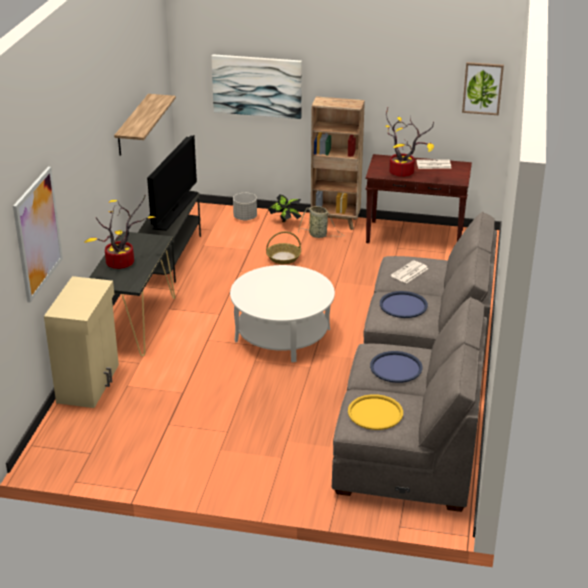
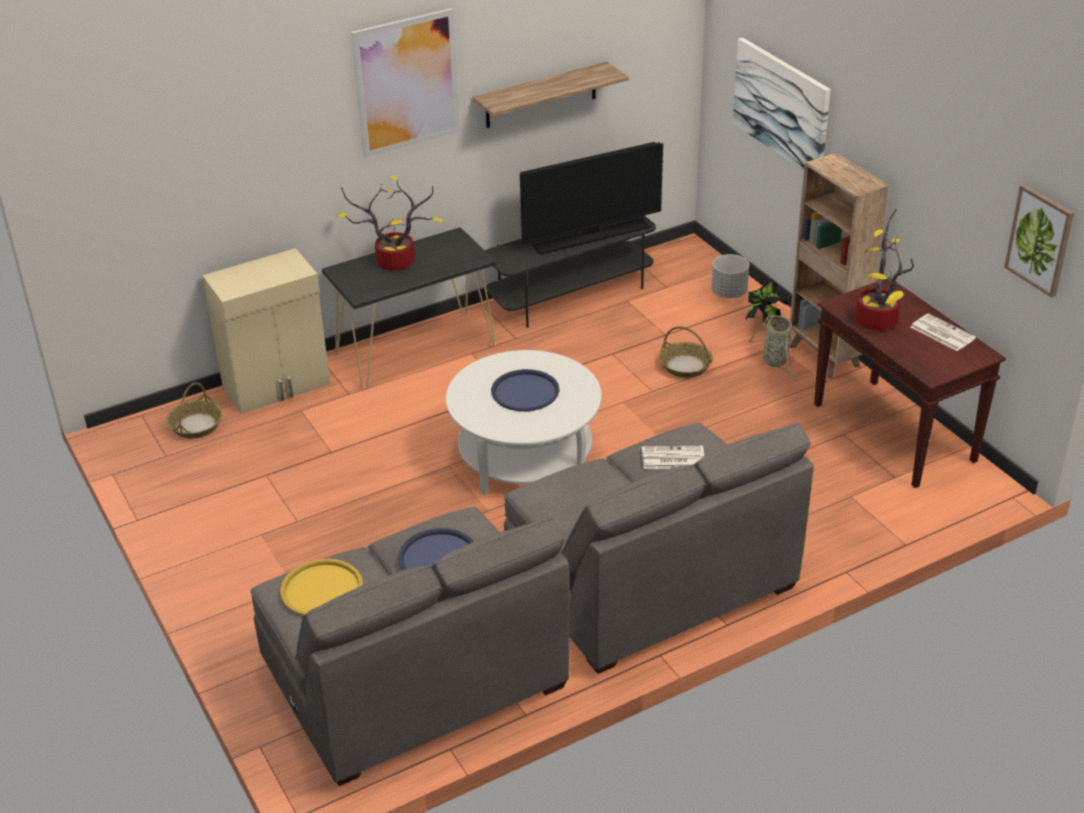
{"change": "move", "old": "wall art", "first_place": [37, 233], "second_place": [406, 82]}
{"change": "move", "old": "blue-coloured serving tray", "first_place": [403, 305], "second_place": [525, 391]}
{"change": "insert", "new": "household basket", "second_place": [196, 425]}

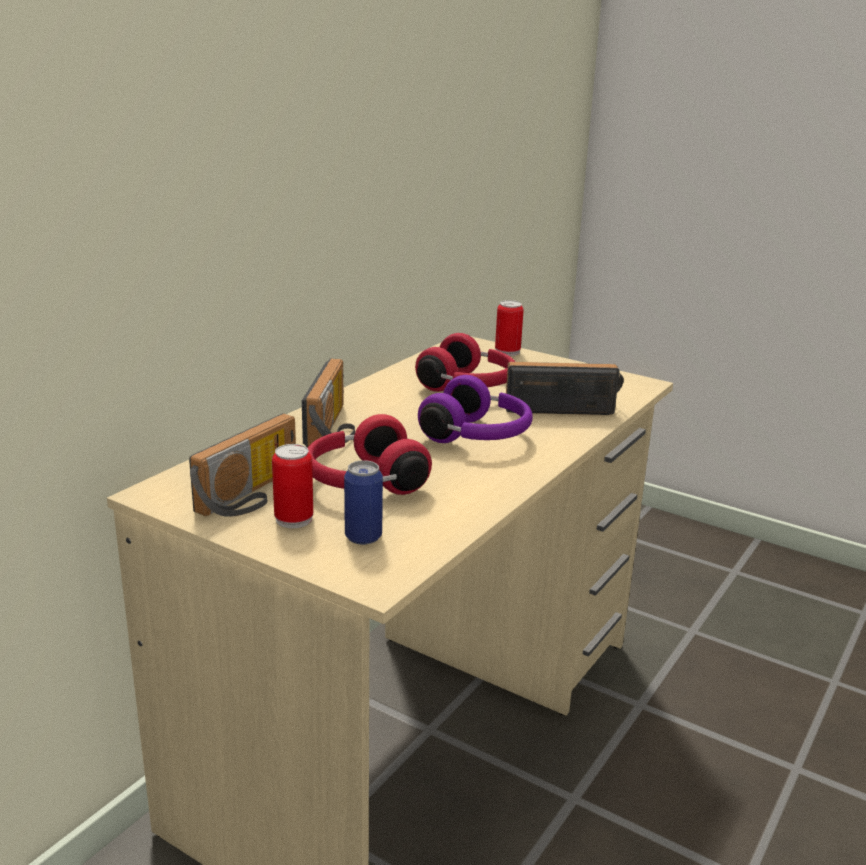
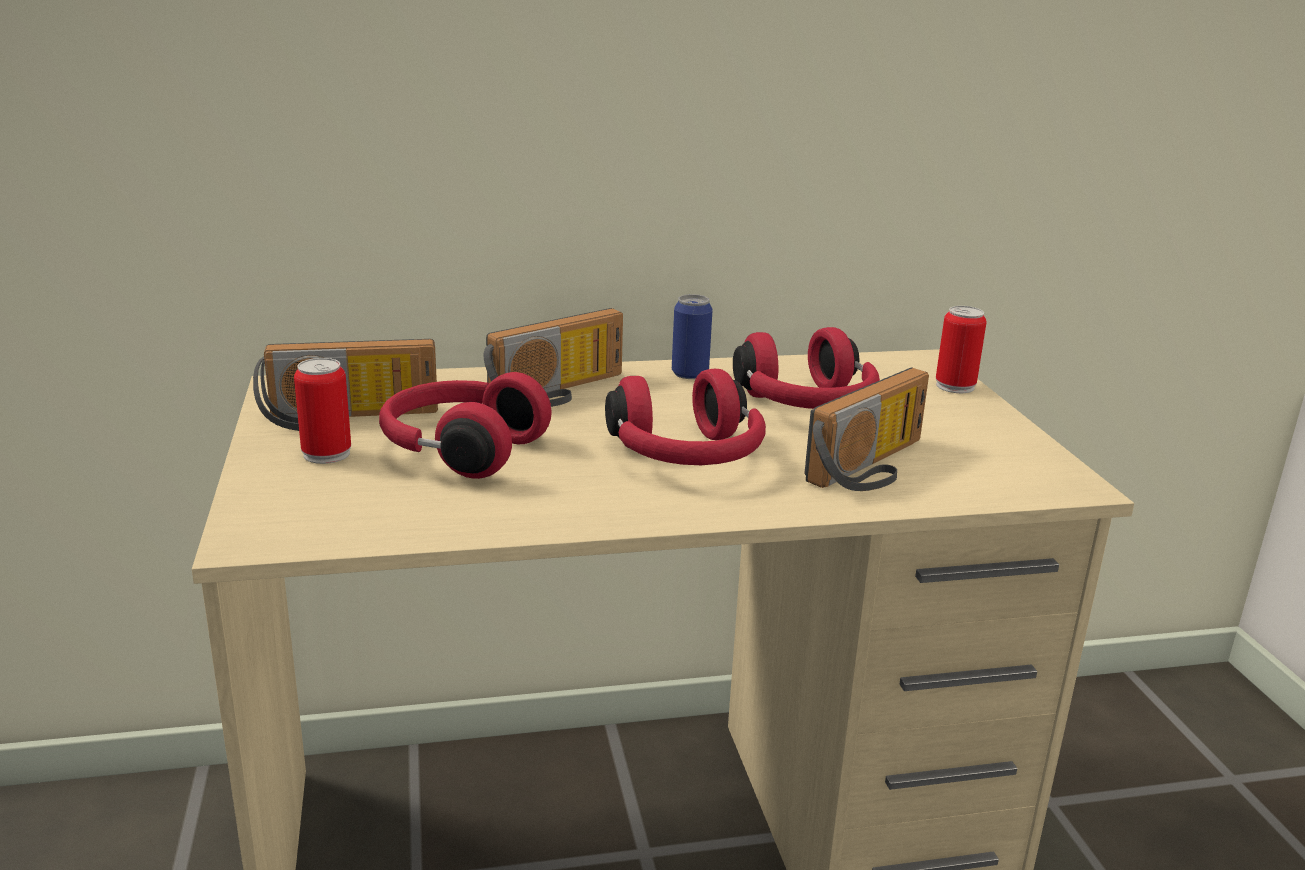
{"change": "rotate", "old": "radio receiver", "first_place": [562, 407], "second_place": [875, 468], "degrees": 90}
{"change": "recolor", "old": "purple-coloured pair of headphones", "new": "reddish pair of headphones", "first_place": [478, 436], "second_place": [687, 457]}
{"change": "move", "old": "can", "first_place": [363, 537], "second_place": [690, 374]}

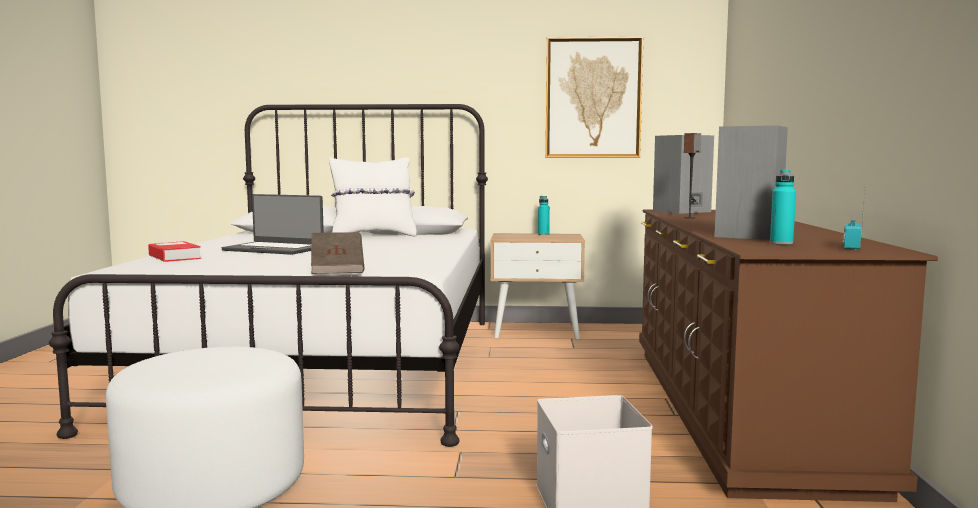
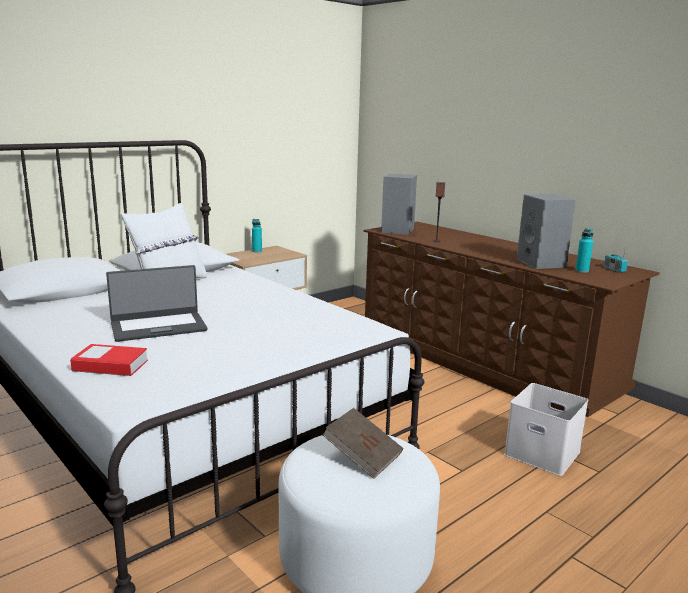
{"change": "delete", "old": "wall art", "first_place": [593, 98]}
{"change": "move", "old": "brown-coloured book", "first_place": [337, 269], "second_place": [363, 457]}

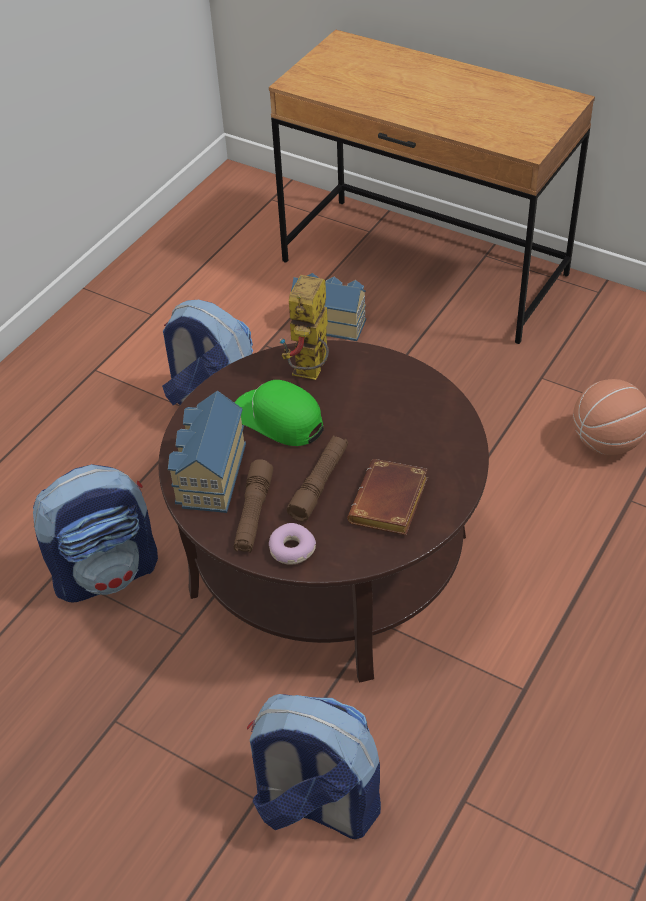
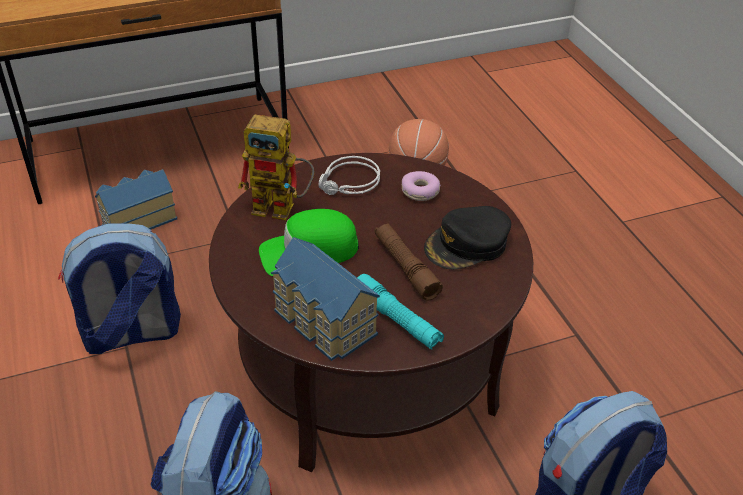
{"change": "rotate", "old": "model robot", "first_place": [311, 373], "second_place": [282, 208], "degrees": -45}
{"change": "recolor", "old": "brown-coloured torch", "new": "turquoise torch", "first_place": [253, 514], "second_place": [396, 320]}
{"change": "replace", "old": "brown-coloured book", "new": "black peaked cap", "first_place": [390, 504], "second_place": [467, 244]}
{"change": "move", "old": "doughnut", "first_place": [291, 549], "second_place": [420, 191]}
{"change": "insert", "new": "greyish pair of headphones", "second_place": [349, 183]}

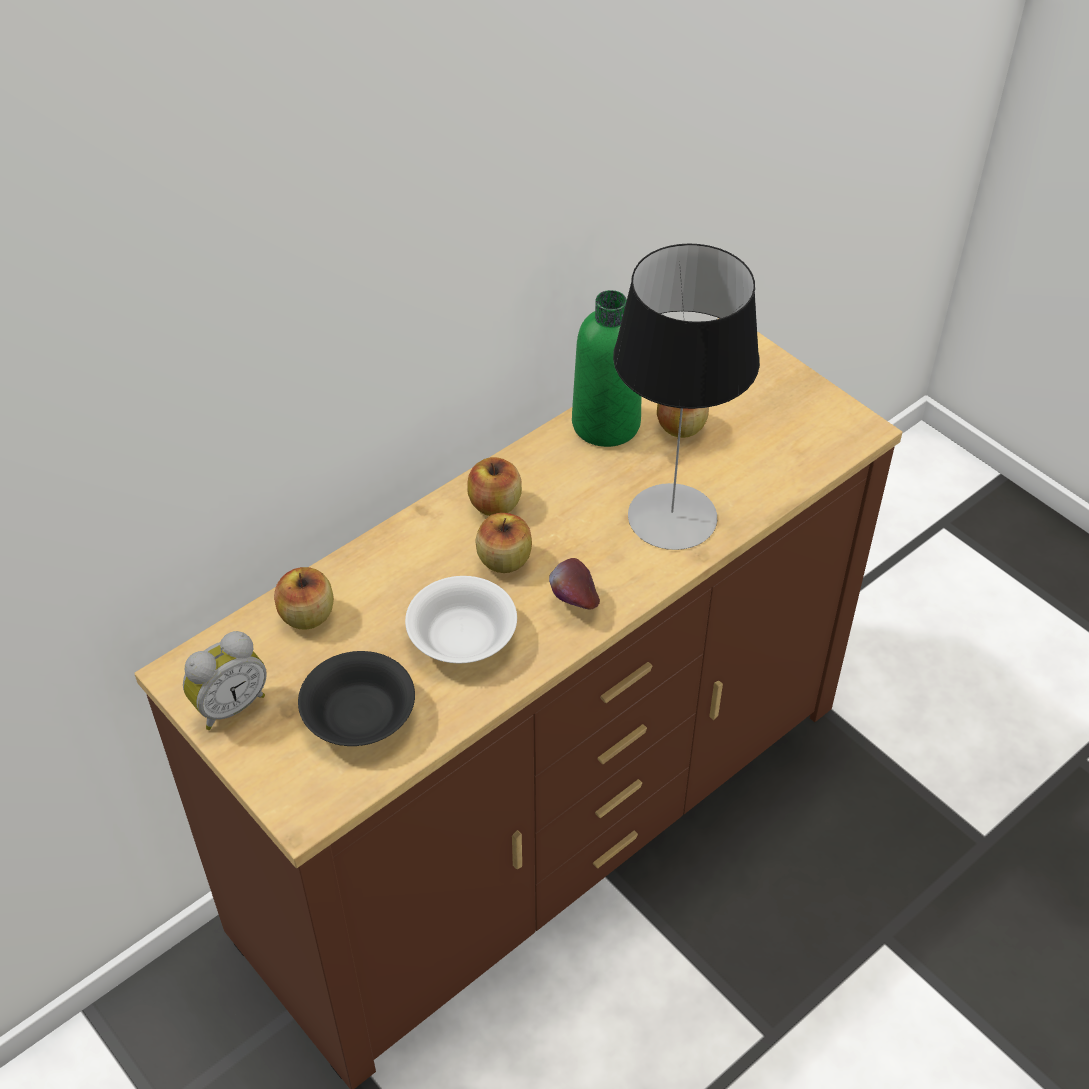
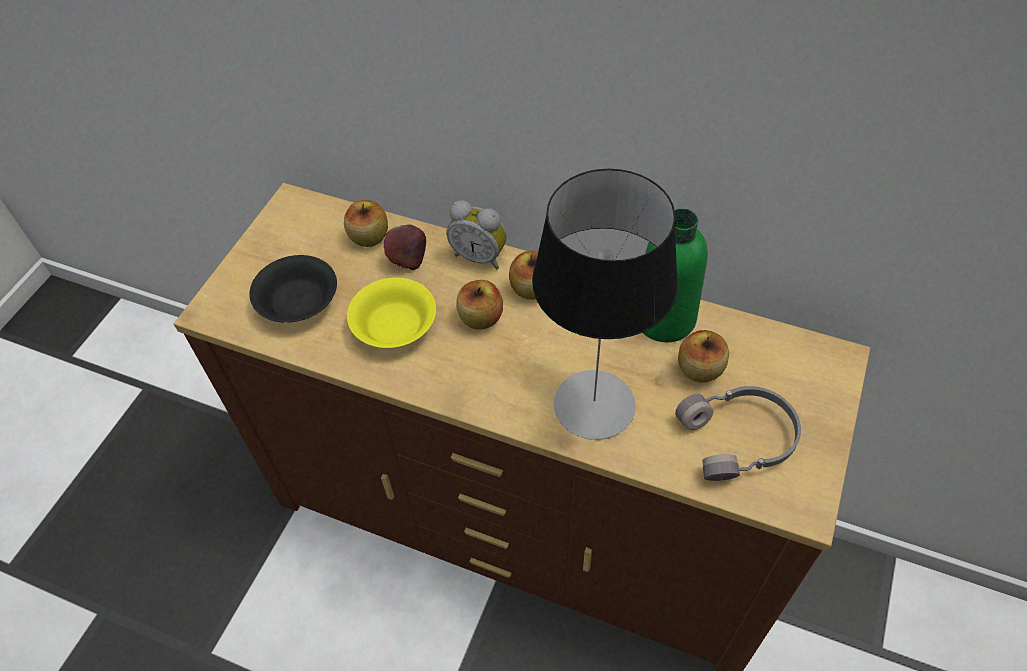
{"change": "move", "old": "apple fruit", "first_place": [574, 603], "second_place": [408, 258]}
{"change": "recolor", "old": "white serving bowl", "new": "yellow serving bowl", "first_place": [461, 638], "second_place": [393, 326]}
{"change": "move", "old": "bedside clock", "first_place": [229, 705], "second_place": [480, 256]}
{"change": "insert", "new": "greyish pair of headphones", "second_place": [740, 439]}

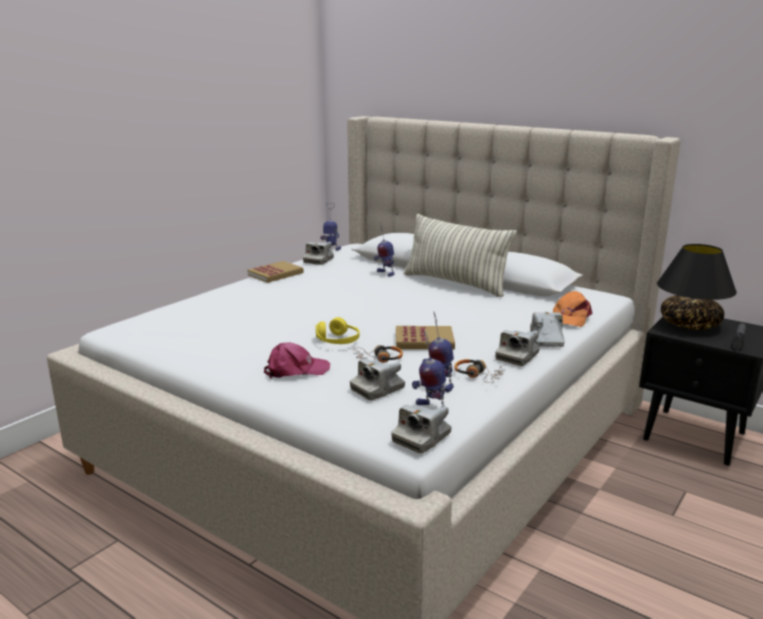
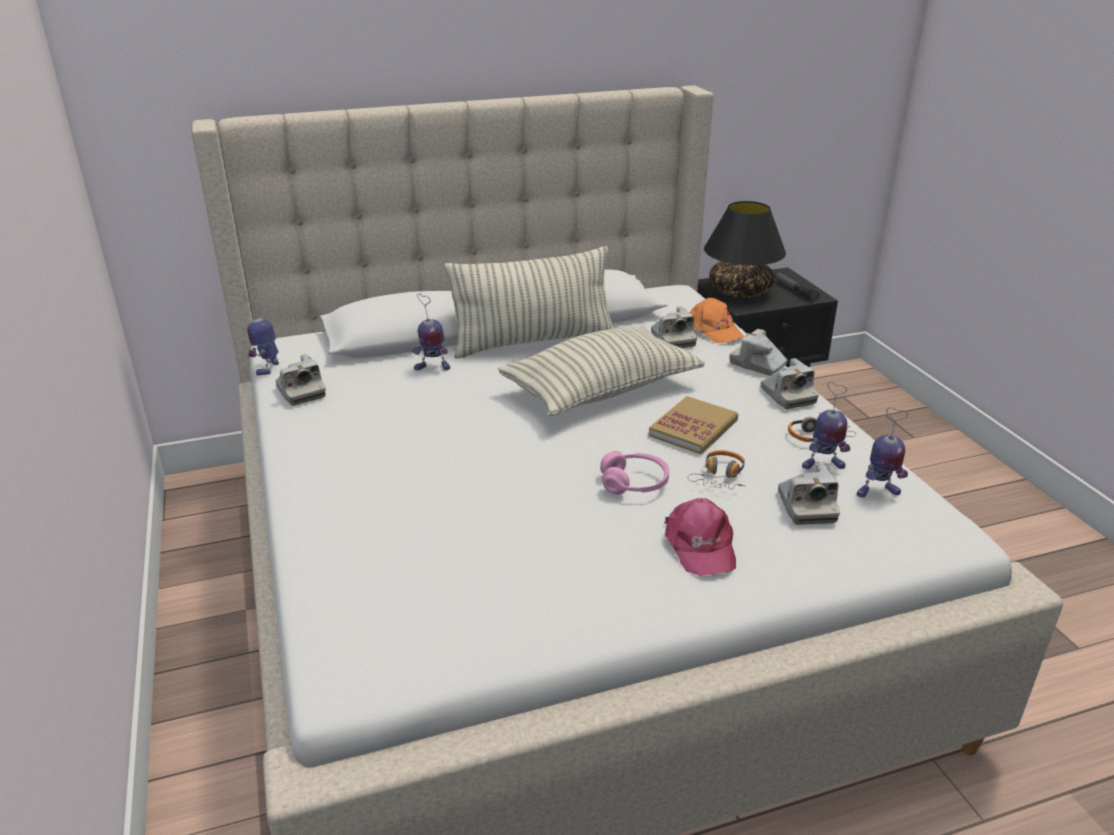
{"change": "delete", "old": "book", "first_place": [275, 274]}
{"change": "recolor", "old": "yellow pair of headphones", "new": "pink pair of headphones", "first_place": [337, 341], "second_place": [634, 483]}
{"change": "rotate", "old": "pink peaked cap", "first_place": [296, 370], "second_place": [700, 545], "degrees": 150}
{"change": "move", "old": "photo camera", "first_place": [422, 438], "second_place": [672, 340]}
{"change": "insert", "new": "throw pillow", "second_place": [601, 391]}

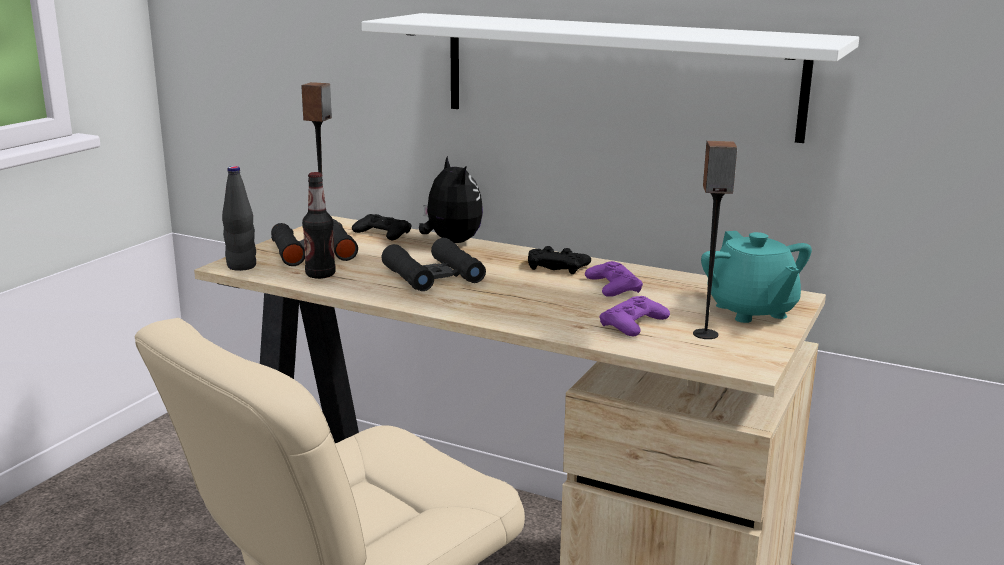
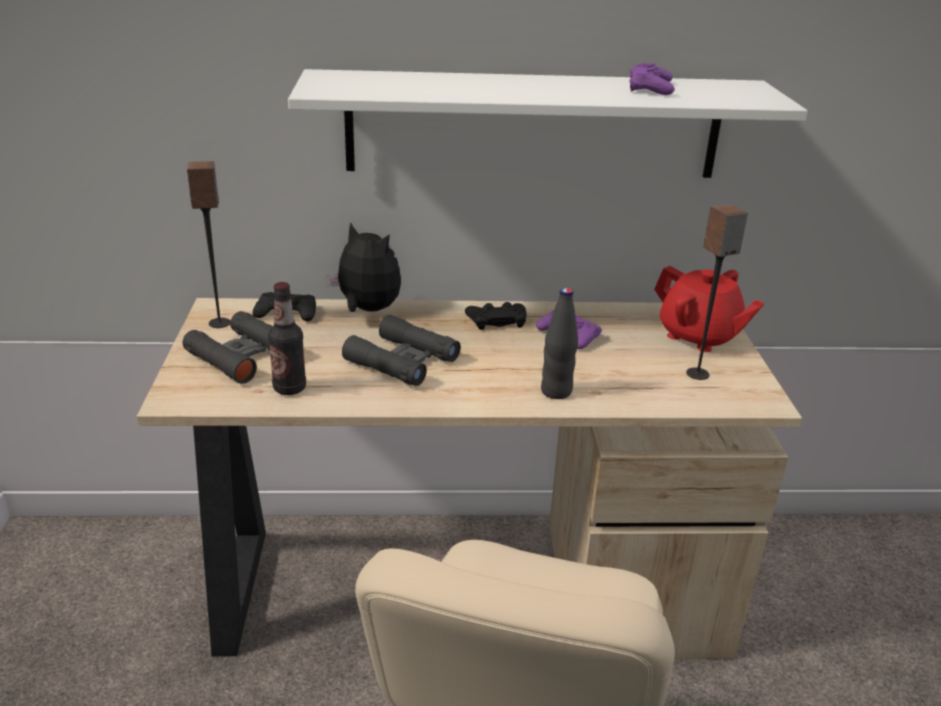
{"change": "move", "old": "black drink bottle", "first_place": [241, 266], "second_place": [556, 391]}
{"change": "recolor", "old": "turquoise teapot", "new": "reddish teapot", "first_place": [751, 311], "second_place": [699, 337]}
{"change": "move", "old": "purple-coloured game controller", "first_place": [633, 324], "second_place": [650, 88]}

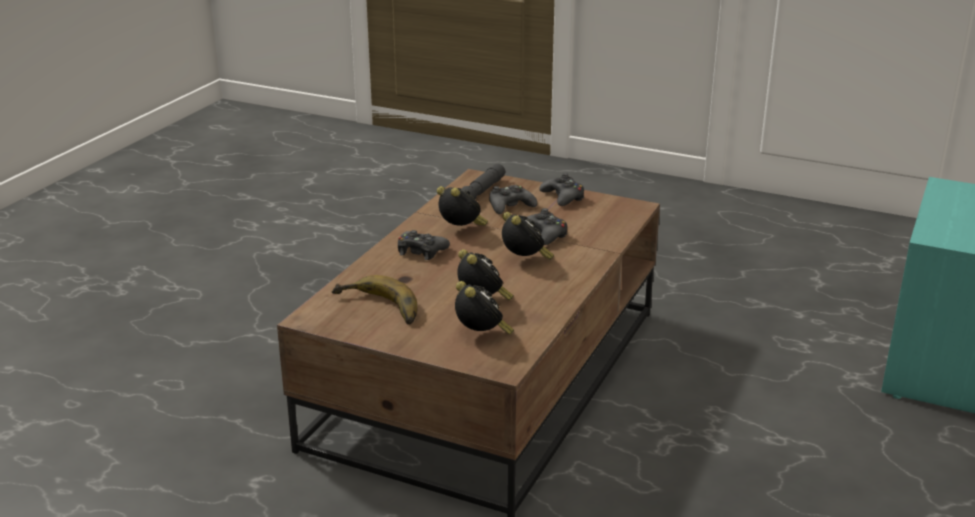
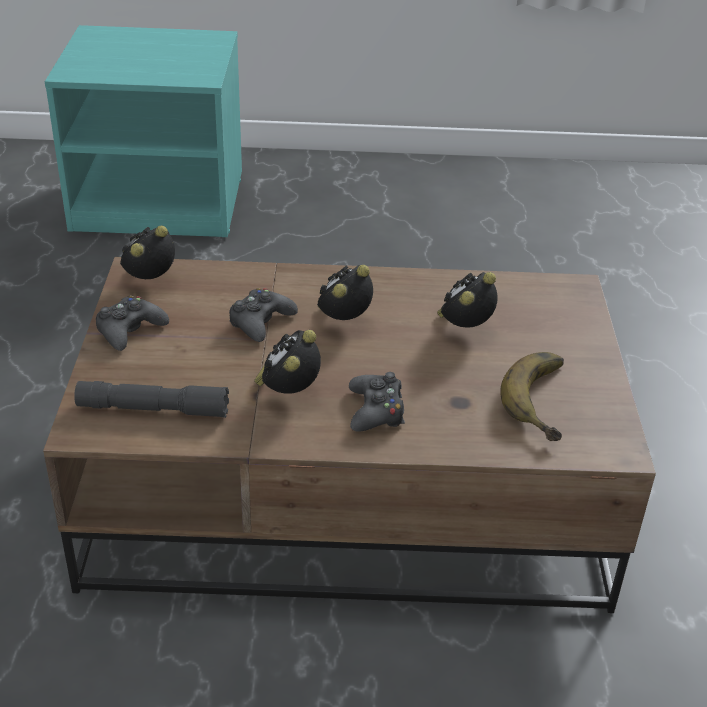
{"change": "delete", "old": "black game controller", "first_place": [510, 206]}
{"change": "move", "old": "bedside clock", "first_place": [482, 335], "second_place": [151, 281]}

